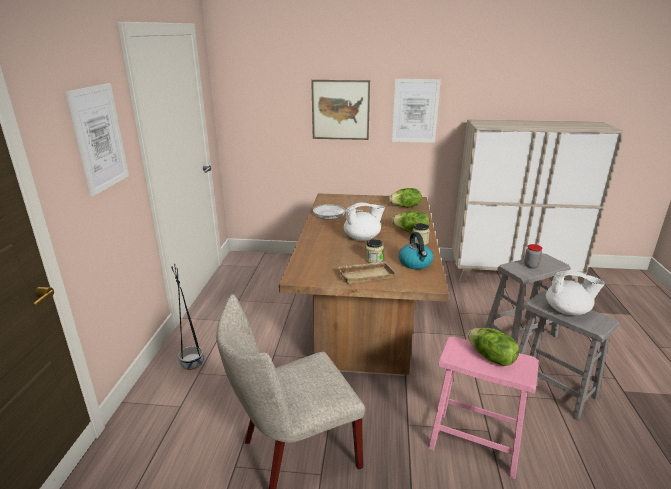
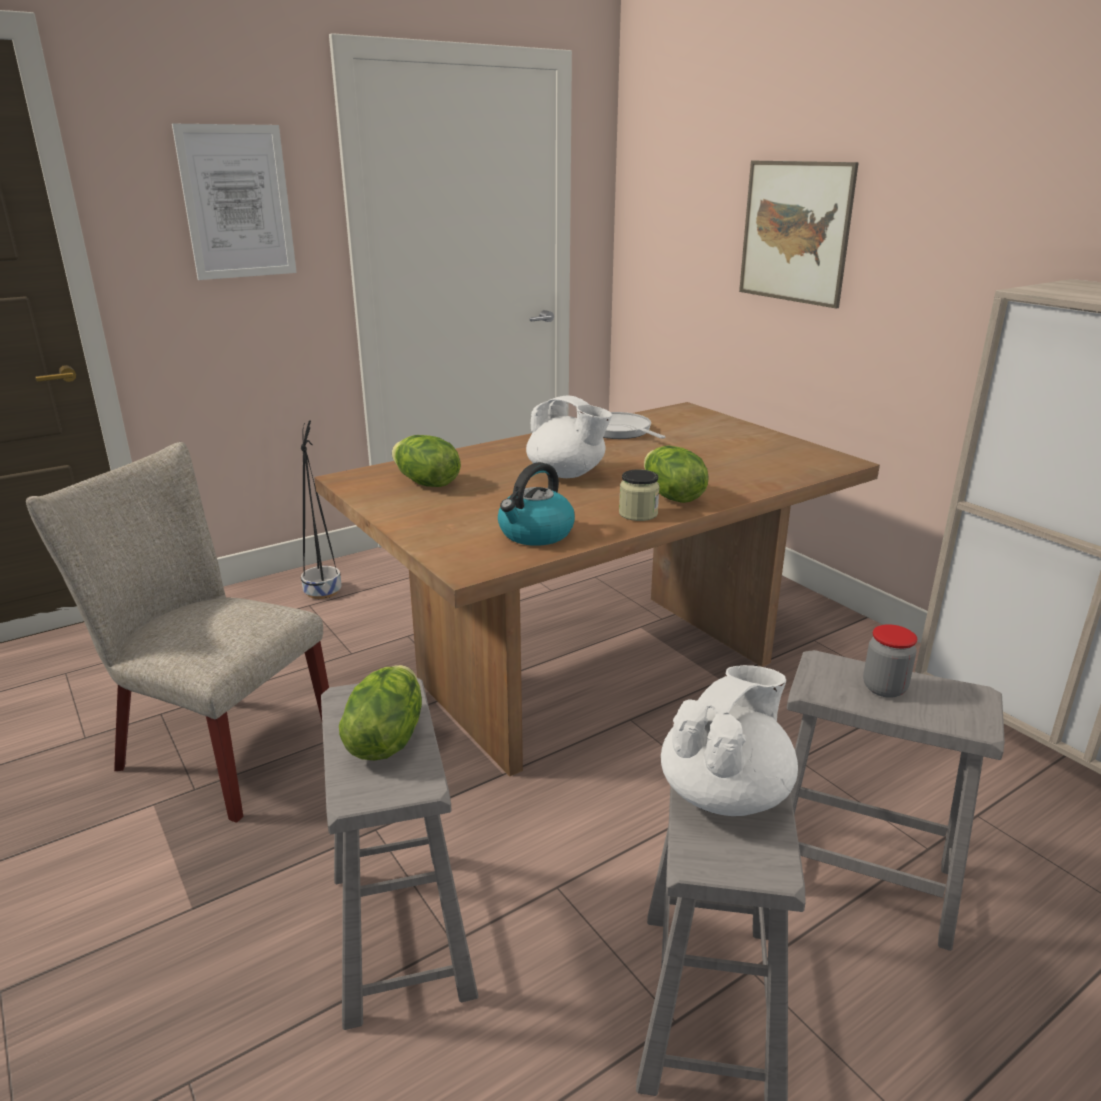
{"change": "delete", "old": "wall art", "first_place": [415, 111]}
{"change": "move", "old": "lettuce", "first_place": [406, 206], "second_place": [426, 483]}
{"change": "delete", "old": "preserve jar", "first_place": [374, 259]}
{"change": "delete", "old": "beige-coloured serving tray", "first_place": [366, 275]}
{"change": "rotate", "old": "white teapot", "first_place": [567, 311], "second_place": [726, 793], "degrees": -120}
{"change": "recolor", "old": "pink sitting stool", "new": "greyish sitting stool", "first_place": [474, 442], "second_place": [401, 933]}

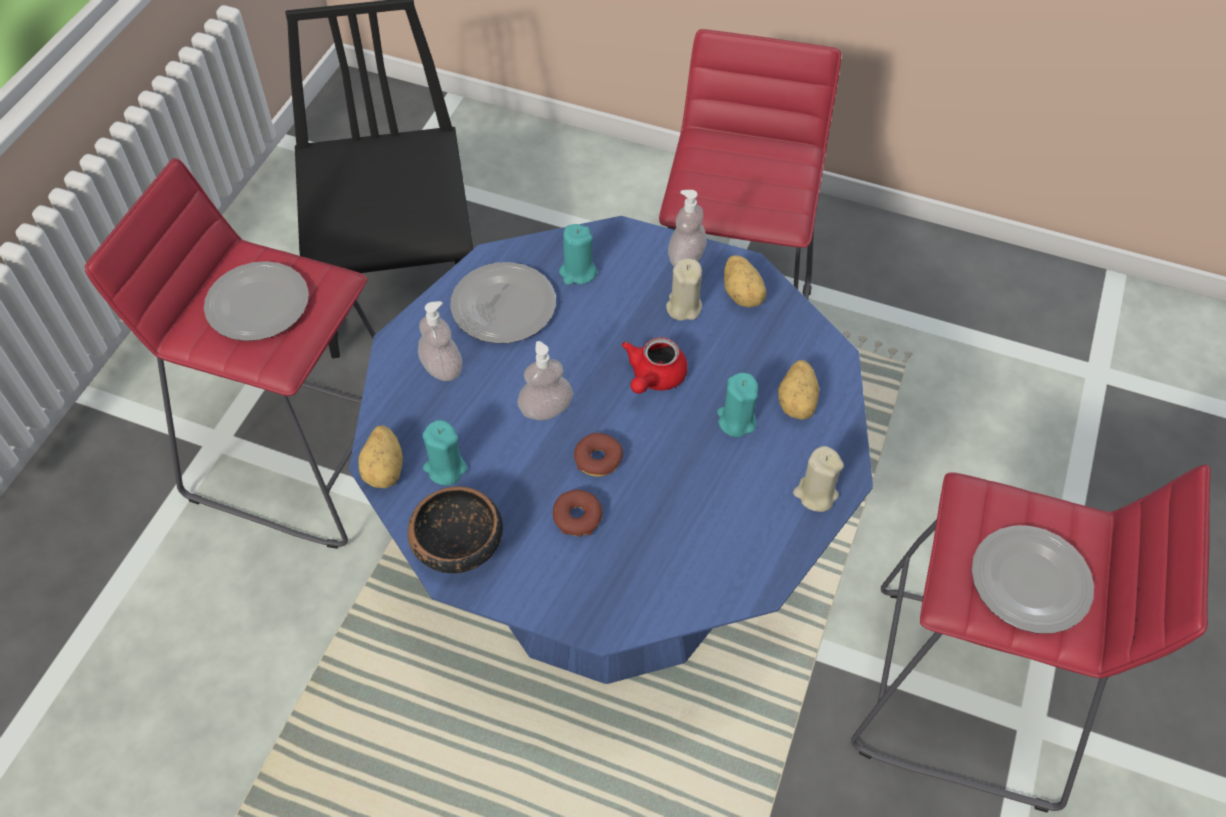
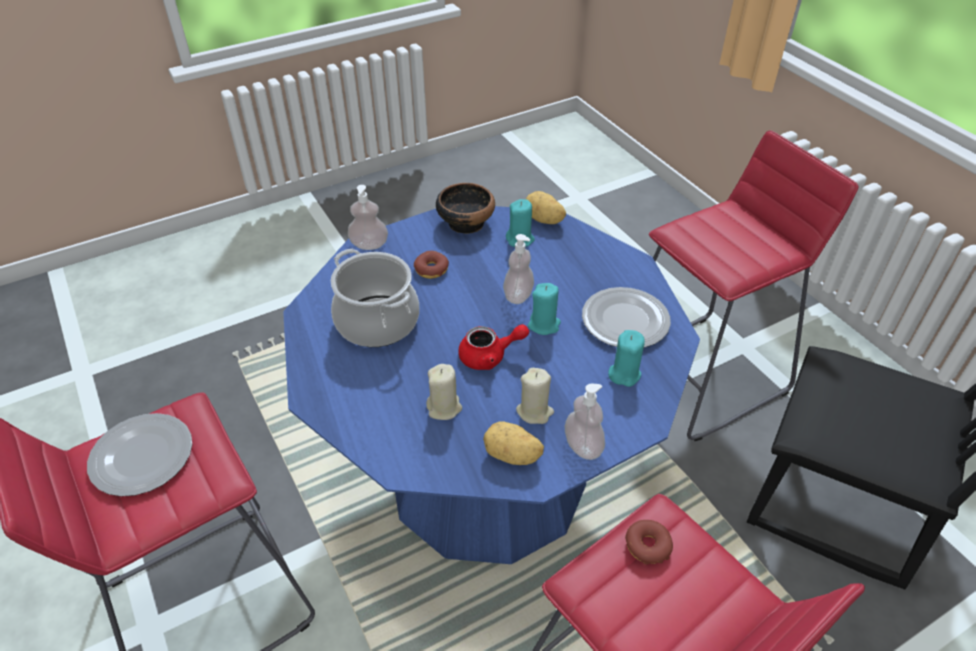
{"change": "delete", "old": "dinner plate", "first_place": [256, 303]}
{"change": "move", "old": "liquid soap bottle", "first_place": [442, 368], "second_place": [369, 245]}
{"change": "rotate", "old": "reddish teapot", "first_place": [653, 378], "second_place": [489, 356], "degrees": 105}
{"change": "delete", "old": "whole potato", "first_place": [798, 402]}
{"change": "move", "old": "turquoise wax candle", "first_place": [736, 420], "second_place": [544, 325]}
{"change": "move", "old": "doughnut", "first_place": [598, 459], "second_place": [647, 545]}
{"change": "move", "old": "beige-coloured wax candle", "first_place": [815, 494], "second_place": [444, 407]}
{"change": "insert", "new": "cooking pot", "second_place": [377, 322]}

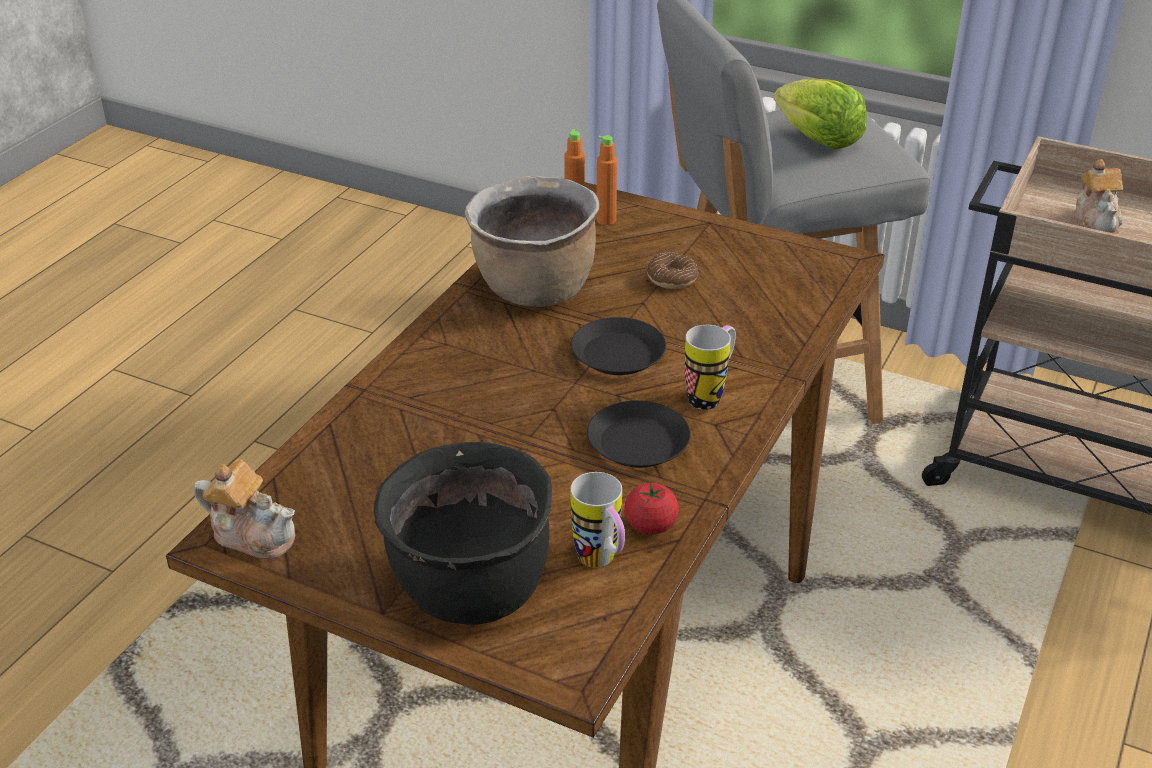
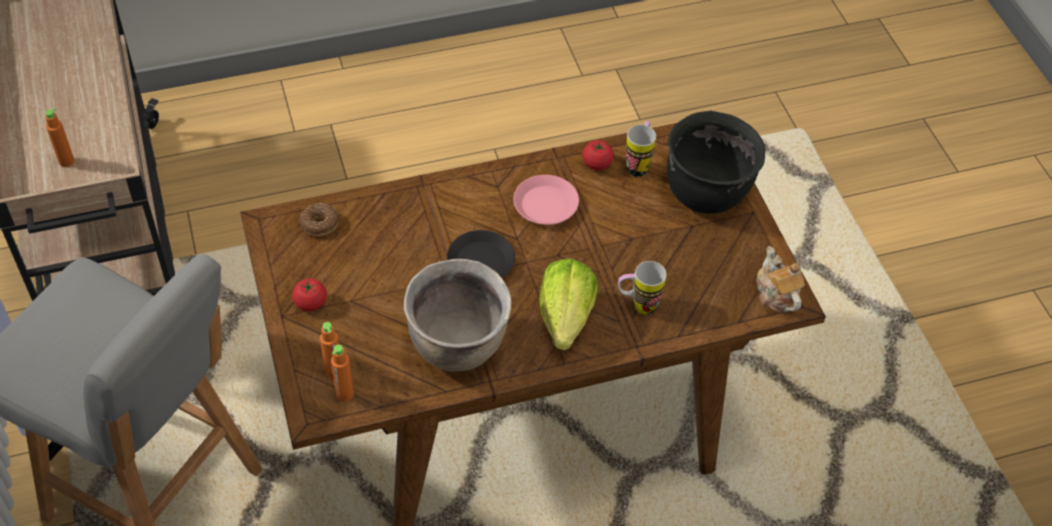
{"change": "move", "old": "lettuce", "first_place": [817, 139], "second_place": [566, 318]}
{"change": "replace", "old": "teapot", "new": "orangey drink bottle", "first_place": [1096, 223], "second_place": [66, 161]}
{"change": "move", "old": "doughnut", "first_place": [672, 278], "second_place": [319, 224]}
{"change": "move", "old": "tea mug", "first_place": [710, 395], "second_place": [637, 306]}
{"change": "recolor", "old": "black dinner plate", "new": "pink dinner plate", "first_place": [638, 442], "second_place": [545, 205]}
{"change": "insert", "new": "tomato", "second_place": [310, 303]}

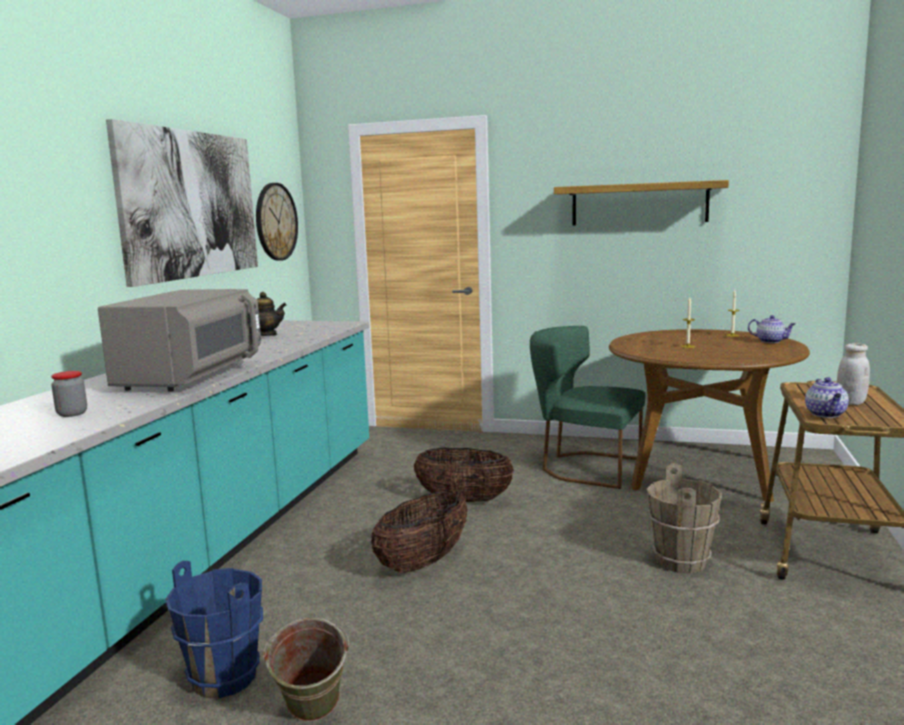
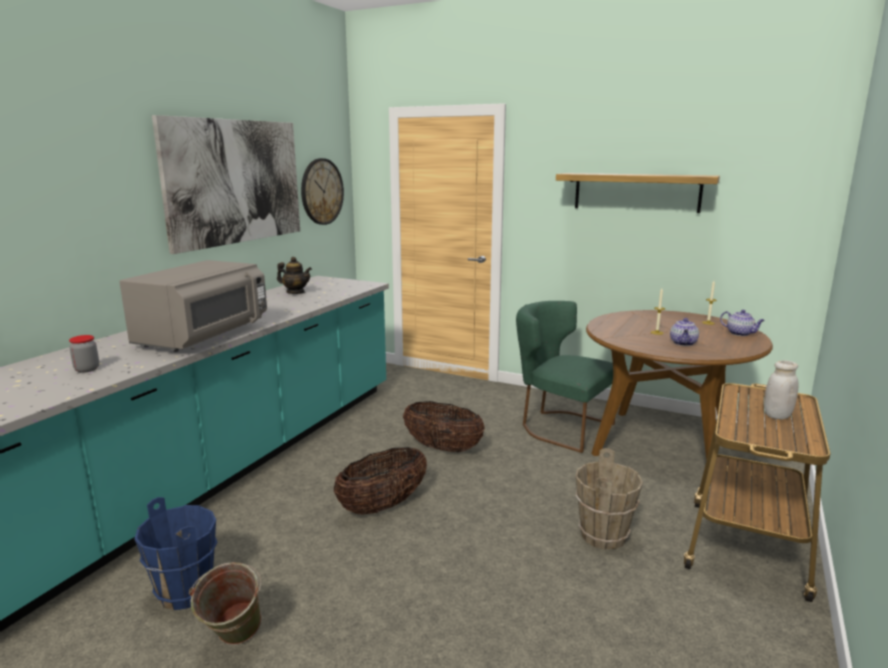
{"change": "move", "old": "teapot", "first_place": [826, 414], "second_place": [683, 343]}

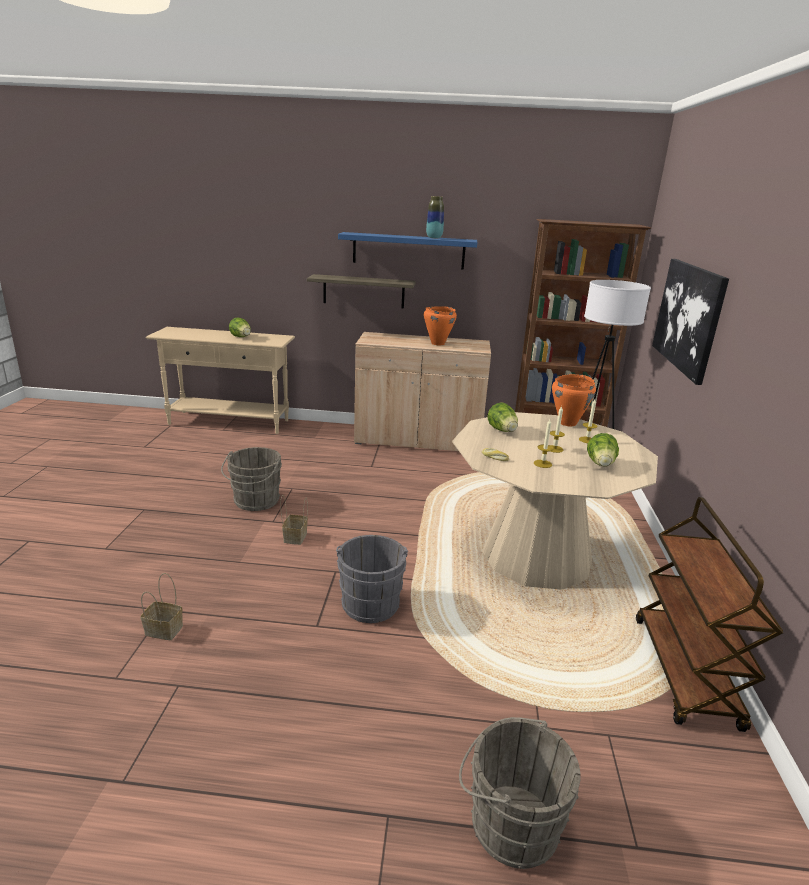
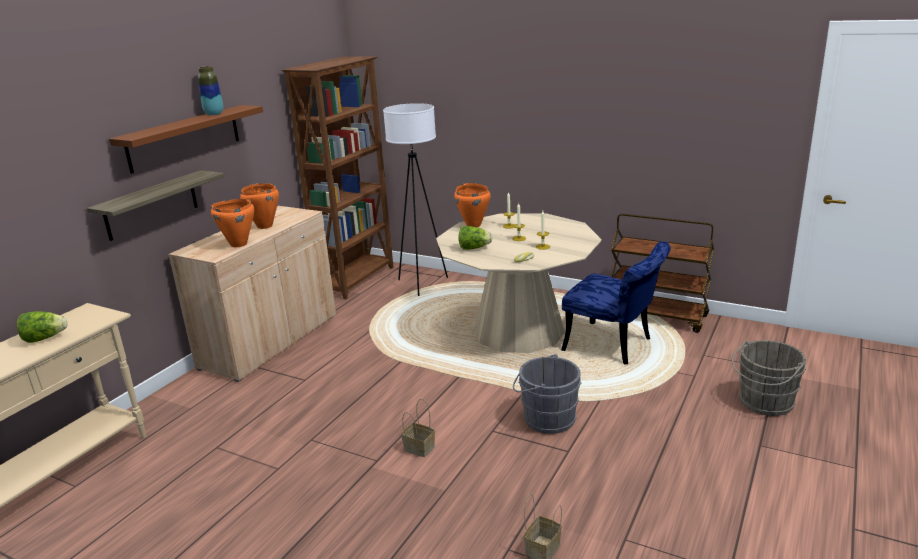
{"change": "recolor", "old": "blue-coloured wall shelf", "new": "brown-coloured wall shelf", "first_place": [408, 251], "second_place": [184, 138]}
{"change": "delete", "old": "wall art", "first_place": [688, 317]}
{"change": "delete", "old": "lettuce", "first_place": [601, 464]}
{"change": "delete", "old": "greyish bucket", "first_place": [255, 502]}
{"change": "insert", "new": "orangey cooking pot", "second_place": [238, 244]}
{"change": "insert", "new": "blue-coloured upright chair", "second_place": [614, 346]}

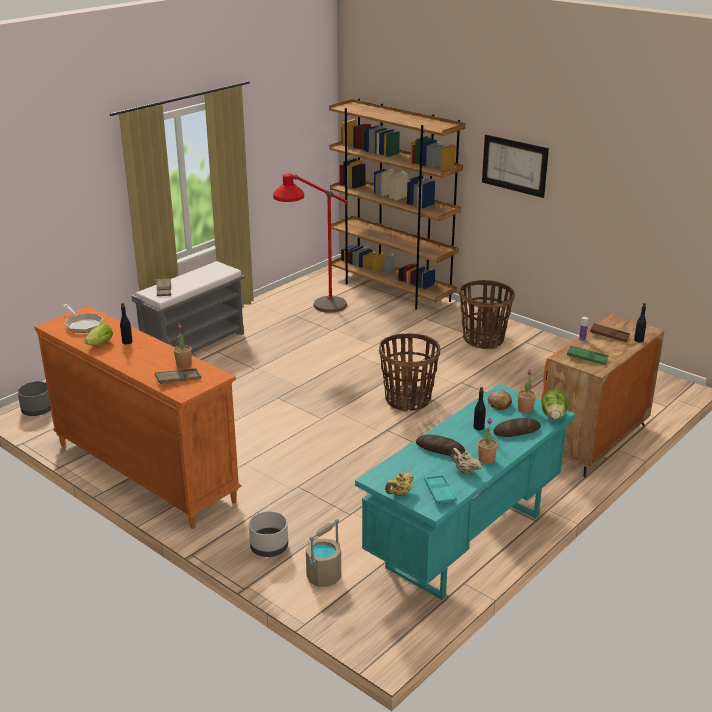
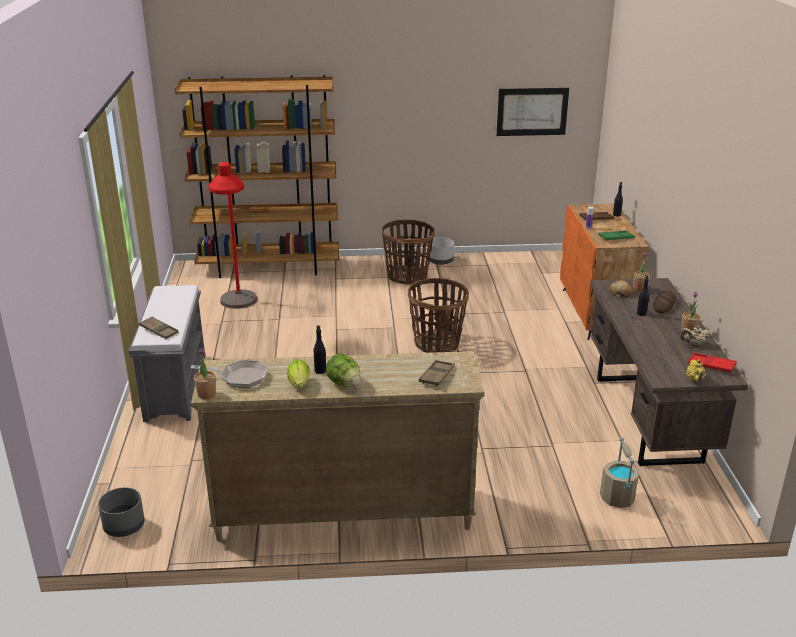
{"change": "move", "old": "wall art", "first_place": [514, 165], "second_place": [532, 111]}
{"change": "recolor", "old": "orangey drawer chest", "new": "beige-coloured drawer chest", "first_place": [144, 472], "second_place": [342, 513]}
{"change": "move", "old": "houseplant", "first_place": [184, 364], "second_place": [206, 394]}
{"change": "recolor", "old": "turquoise desk unit", "new": "brown-coloured desk unit", "first_place": [464, 542], "second_place": [648, 418]}
{"change": "move", "old": "lettuce", "first_place": [553, 416], "second_place": [344, 383]}
{"change": "delete", "old": "baked bread", "first_place": [440, 448]}
{"change": "recolor", "old": "turquoise serving tray", "new": "reddish serving tray", "first_place": [440, 492], "second_place": [711, 365]}
{"change": "move", "old": "greyish flower pot", "first_place": [269, 548], "second_place": [441, 261]}

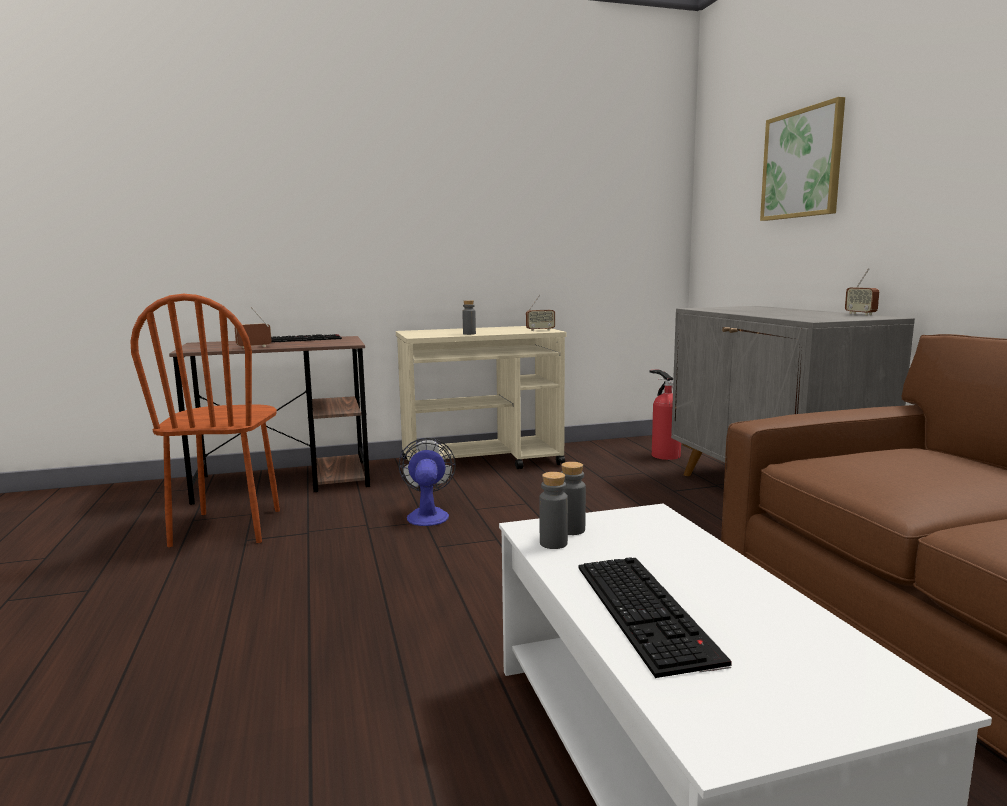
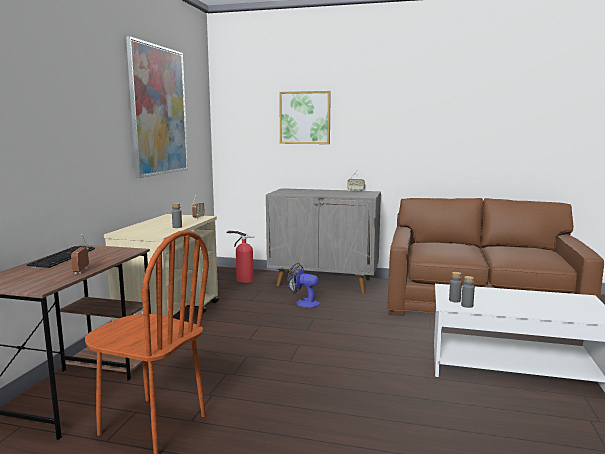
{"change": "move", "old": "fan", "first_place": [428, 514], "second_place": [303, 303]}
{"change": "delete", "old": "computer keyboard", "first_place": [648, 612]}
{"change": "insert", "new": "wall art", "second_place": [159, 111]}

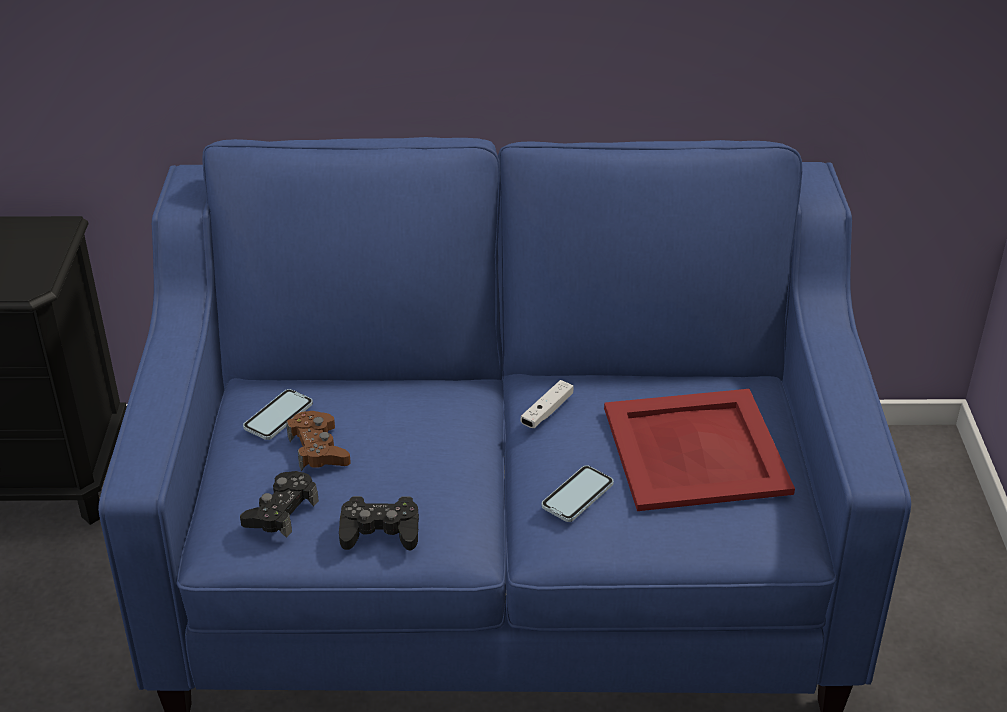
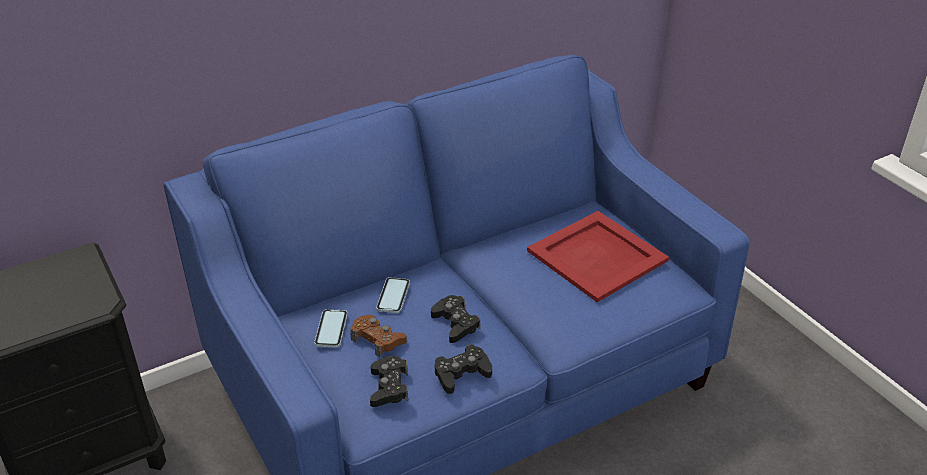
{"change": "delete", "old": "white game controller", "first_place": [547, 411]}
{"change": "move", "old": "phone", "first_place": [577, 495], "second_place": [393, 296]}
{"change": "insert", "new": "black game controller", "second_place": [455, 324]}

